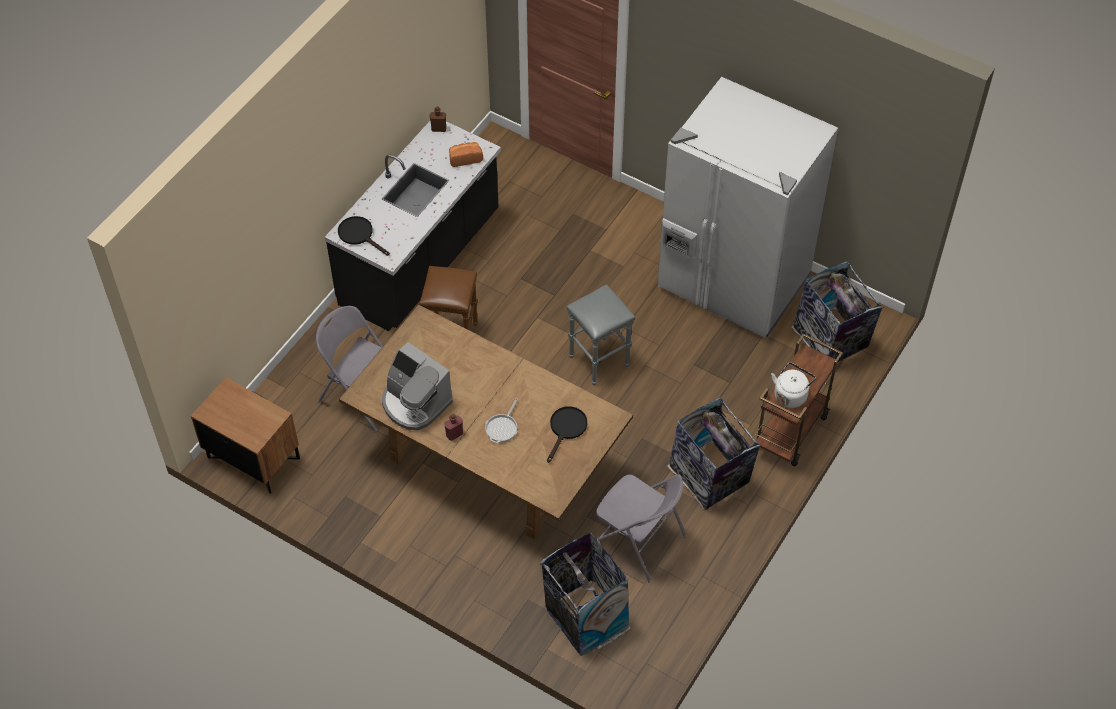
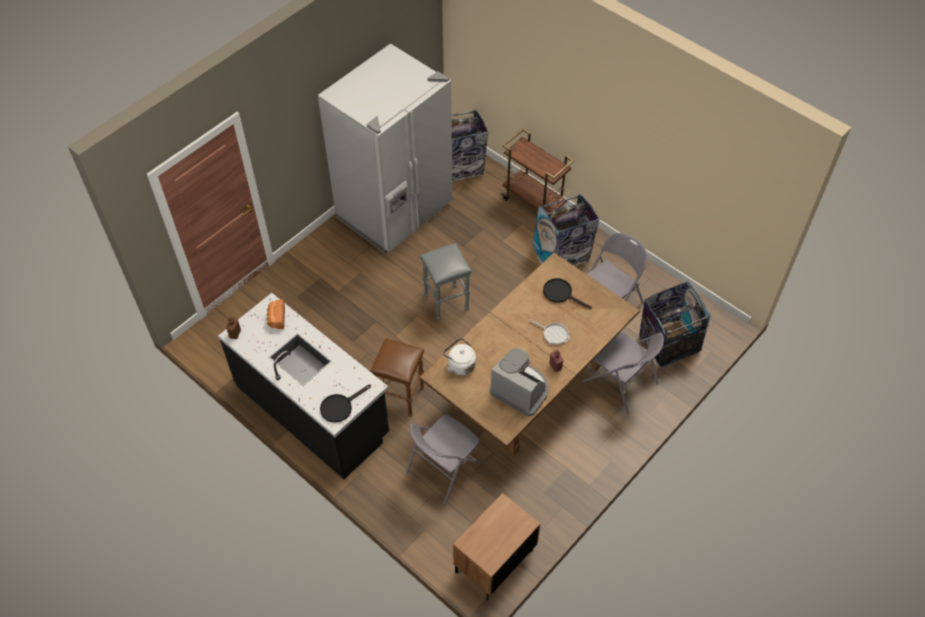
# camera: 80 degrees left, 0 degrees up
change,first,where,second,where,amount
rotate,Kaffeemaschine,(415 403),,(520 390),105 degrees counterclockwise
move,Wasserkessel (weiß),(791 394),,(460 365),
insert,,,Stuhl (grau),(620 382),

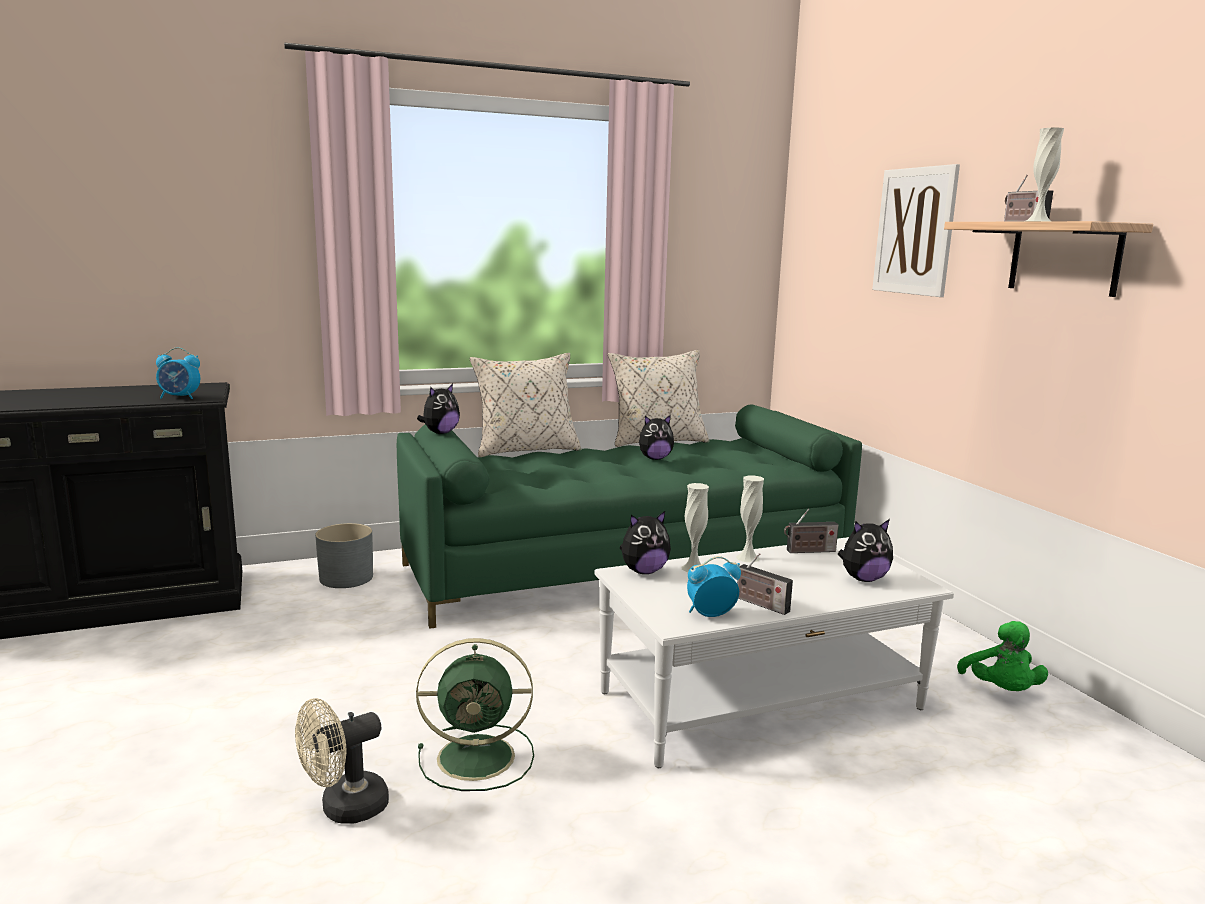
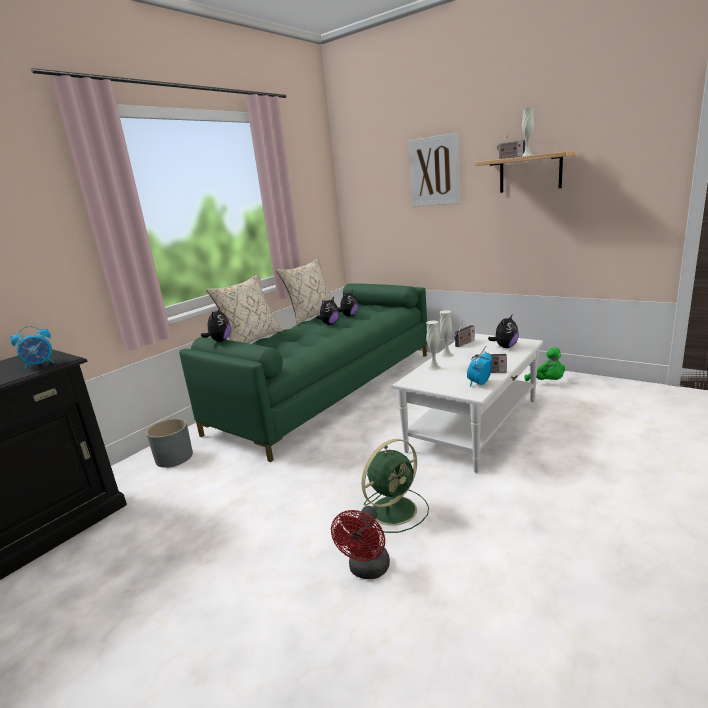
# camera: 30 degrees left, 5 degrees up
change,first,where,second,where,amount
move,Plüschtier,(643 571),,(349 316),
recolor,Ventilator (beige),(344 808),Ventilator (rot),(367 570),

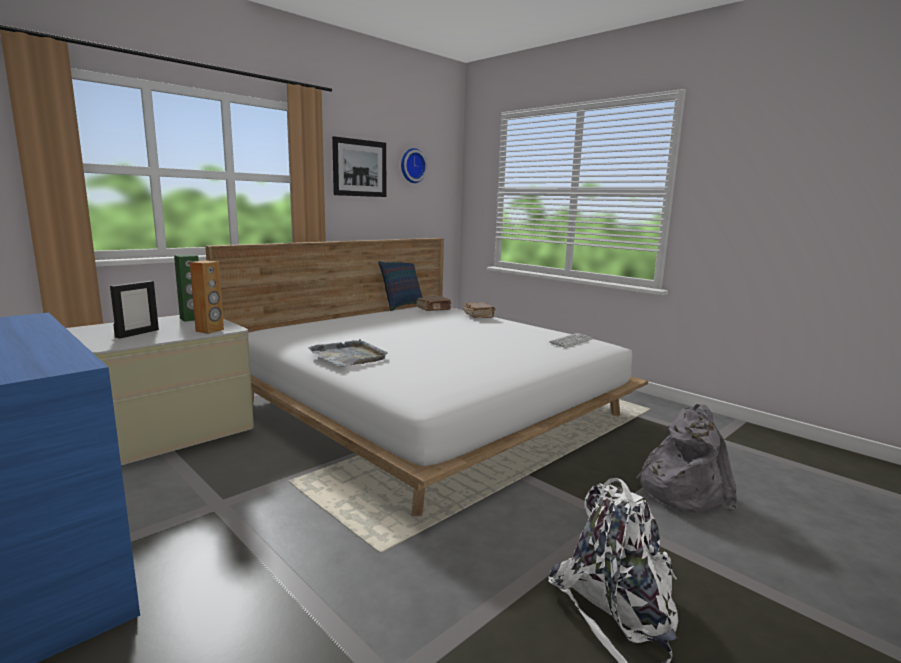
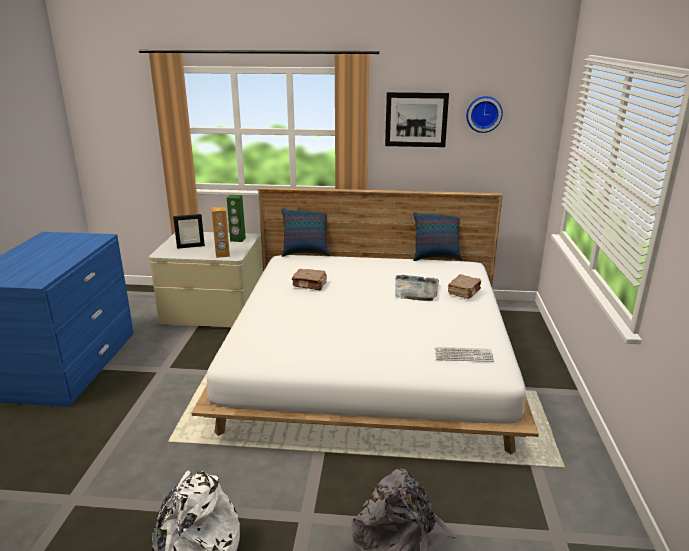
# camera: 50 degrees right, 10 degrees up
change,first,where,second,where,amount
move,Buch (braun),(434 309),,(310 285),
move,Tablett (grau),(349 356),,(416 290),
insert,,,Kissen (blau),(305 253),

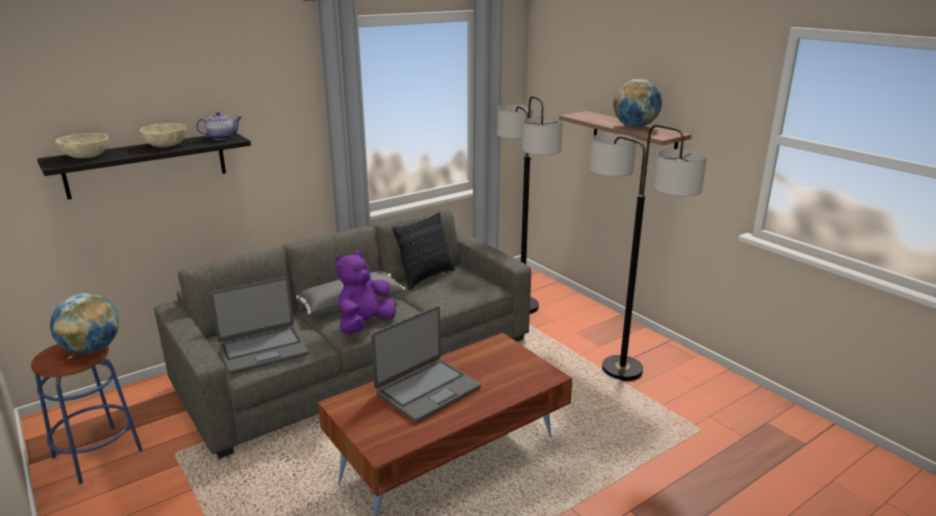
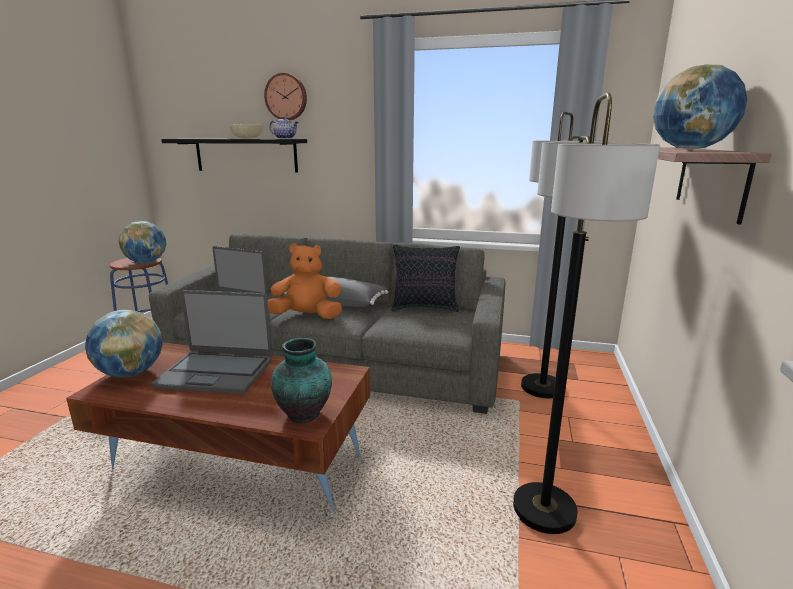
# camera: 50 degrees right, 5 degrees down
change,first,where,second,where,amount
delete,Schüssel (beige),(86 156),,,
recolor,Plüschtier (lila),(365 325),Plüschtier (orange),(307 316),
insert,,,Wanduhr,(286 97),
insert,,,Globus,(131 373),
insert,,,Vase,(305 414),

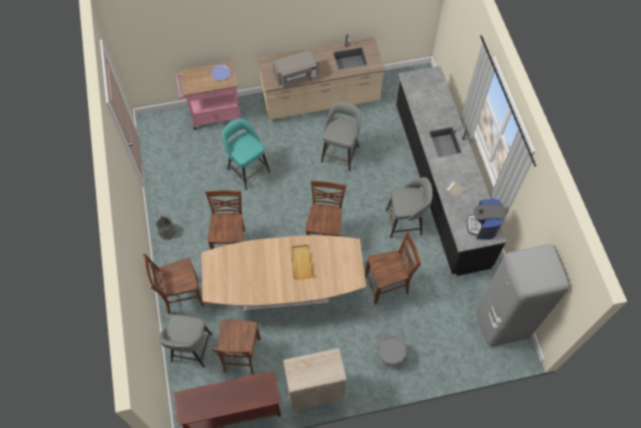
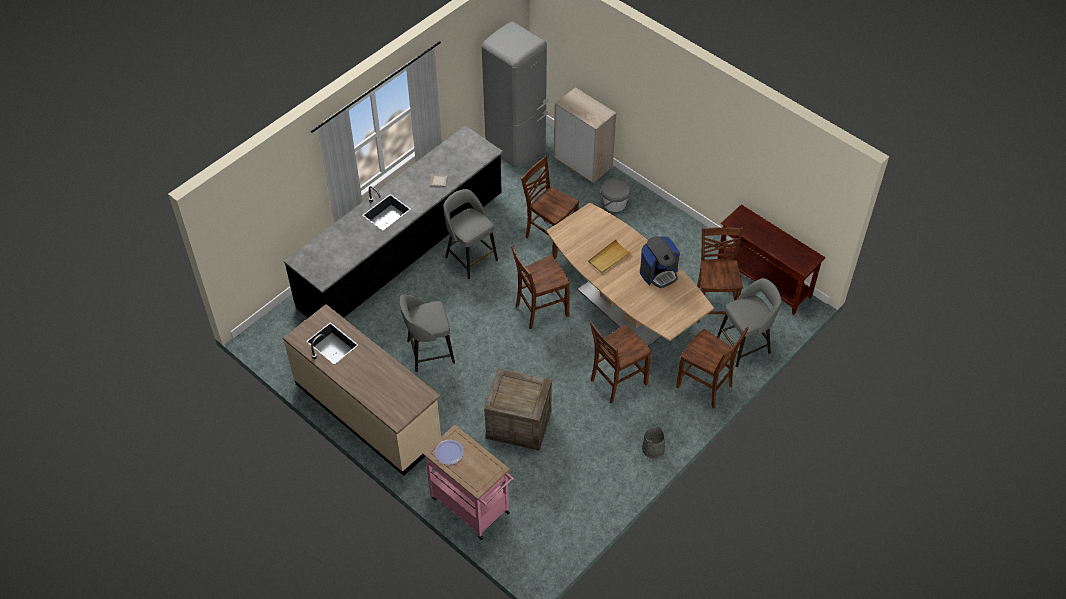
# camera: 125 degrees left, 10 degrees down
change,first,where,second,where,amount
delete,Mikrowelle (grau),(297 76),,,
replace,Hocker (türkis),(247 169),Kiste,(518 424),
move,Kaffeemaschine,(482 226),,(659 273),
rotate,Stuhl (braun),(241 356),,(714 304),60 degrees counterclockwise
move,Schrank (beige),(314 392),,(583 165),

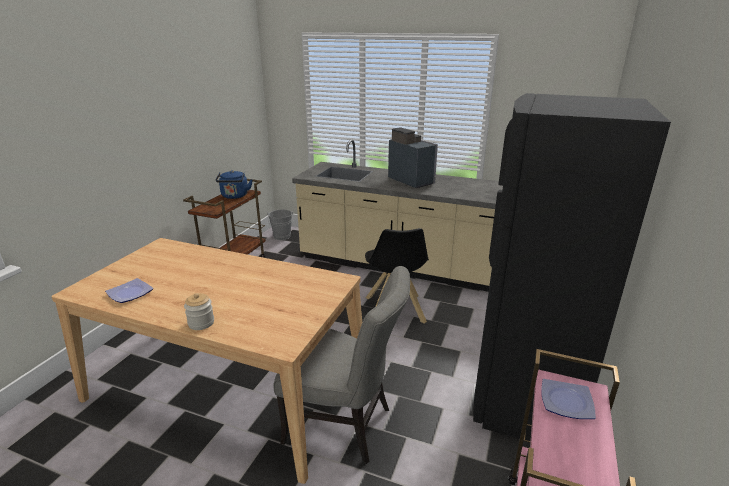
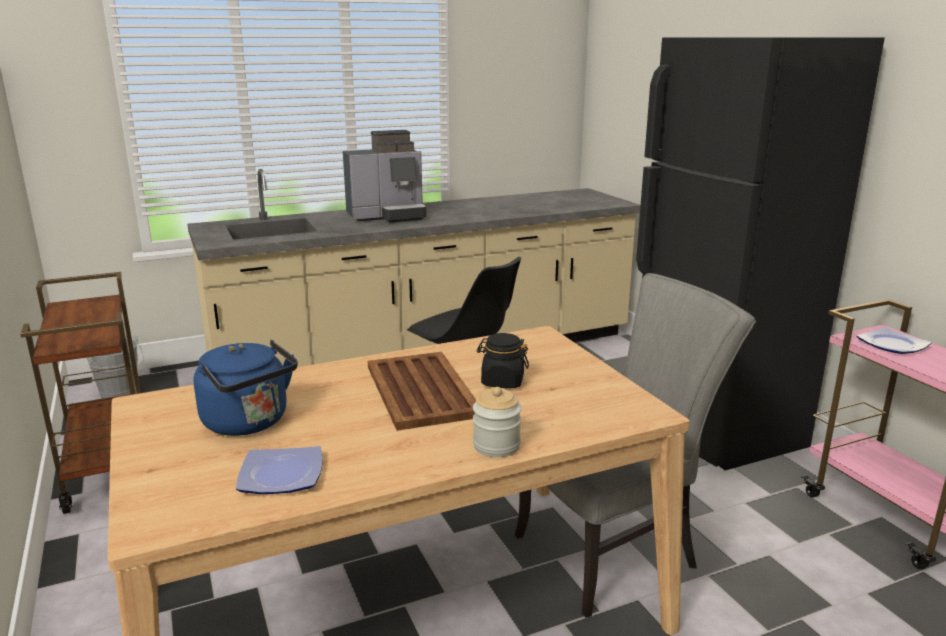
# camera: 45 degrees left, 5 degrees down
change,first,where,second,where,amount
rotate,Kaffeemaschine,(411 180),,(388 216),150 degrees clockwise
move,Wasserkessel (blau),(234 196),,(249 423),
insert,,,Vorratsglas (schwarz),(502 381),
insert,,,Tablett (braun),(421 390),

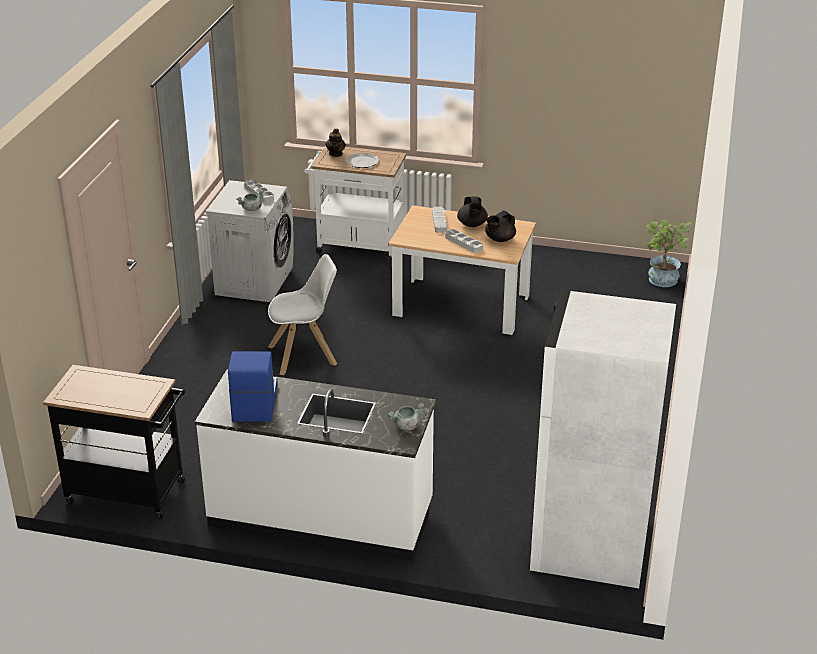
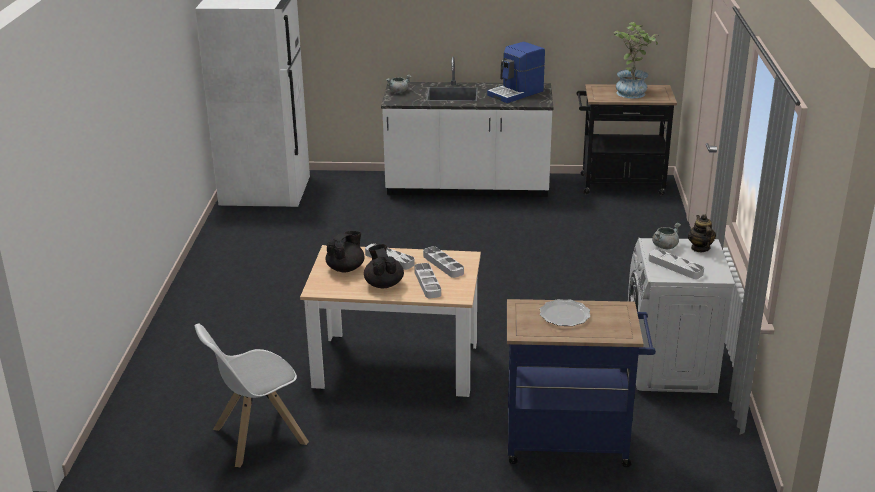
# camera: 170 degrees right, 5 degrees down
change,first,where,second,where,amount
move,Teekanne,(336 154),,(700 248),
recolor,Rollwagen (weiß),(357 246),Rollwagen (blau),(571 444),
move,Topfpflanze,(661 282),,(631 91),
move,Stuhl,(304 355),,(257 437),
rotate,Kaffeemaschine,(254 402),,(516 93),60 degrees clockwise
insert,,,Tablett (grau),(443 264),

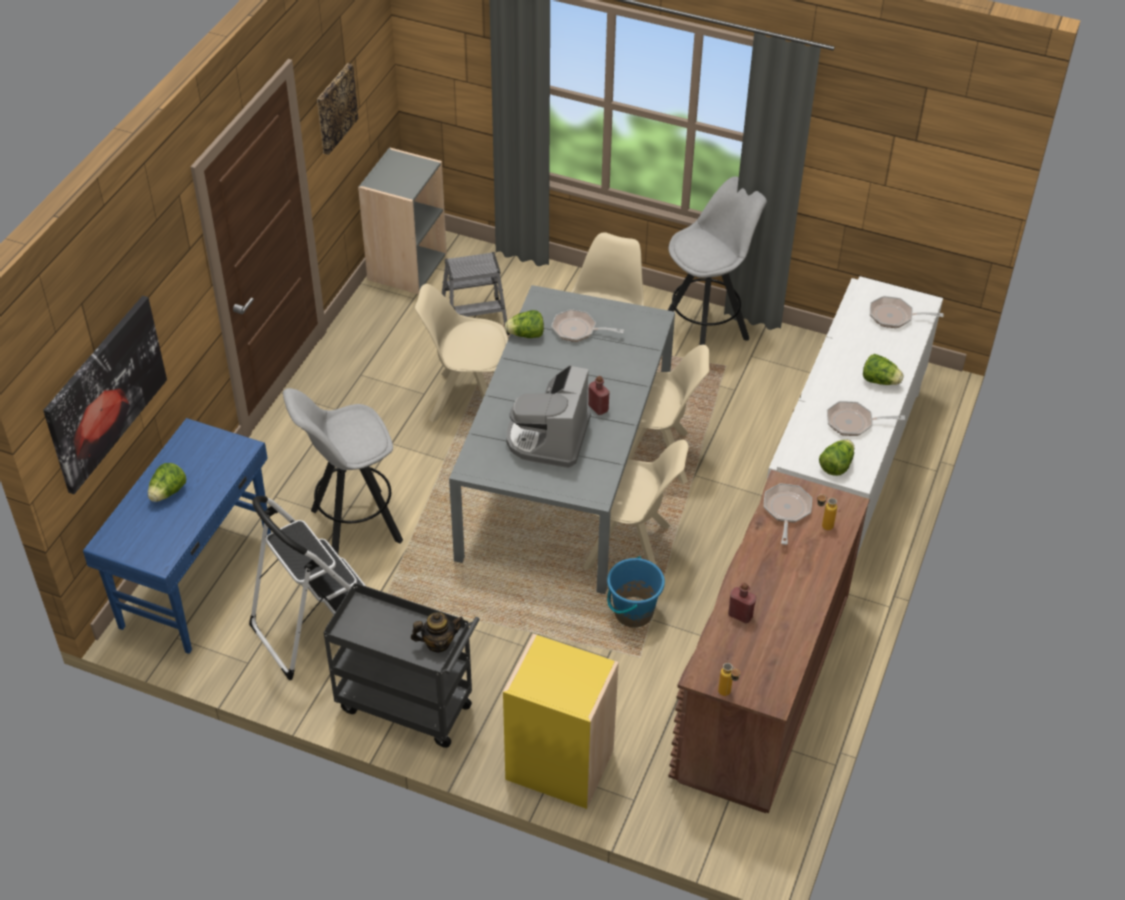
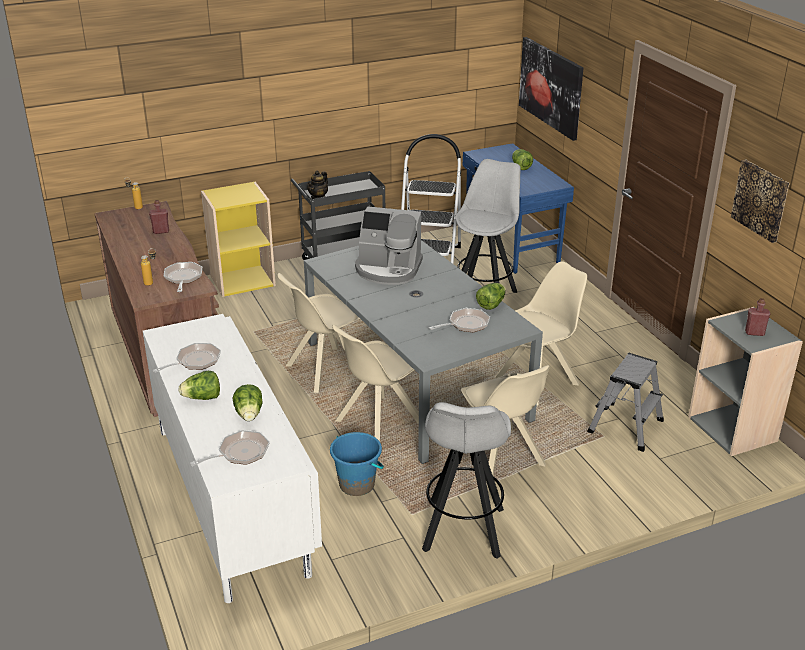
# camera: 135 degrees right, 15 degrees down
change,first,where,second,where,amount
rotate,Kaffeemaschine,(548 437),,(388 269),135 degrees clockwise
move,Flasche (rot),(598 408),,(754 333),
move,Salatkopf,(836 466),,(249 415),
rotate,Pfanne,(786 511),,(183 278),150 degrees counterclockwise
move,Eimer (blau),(633 612),,(357 484),

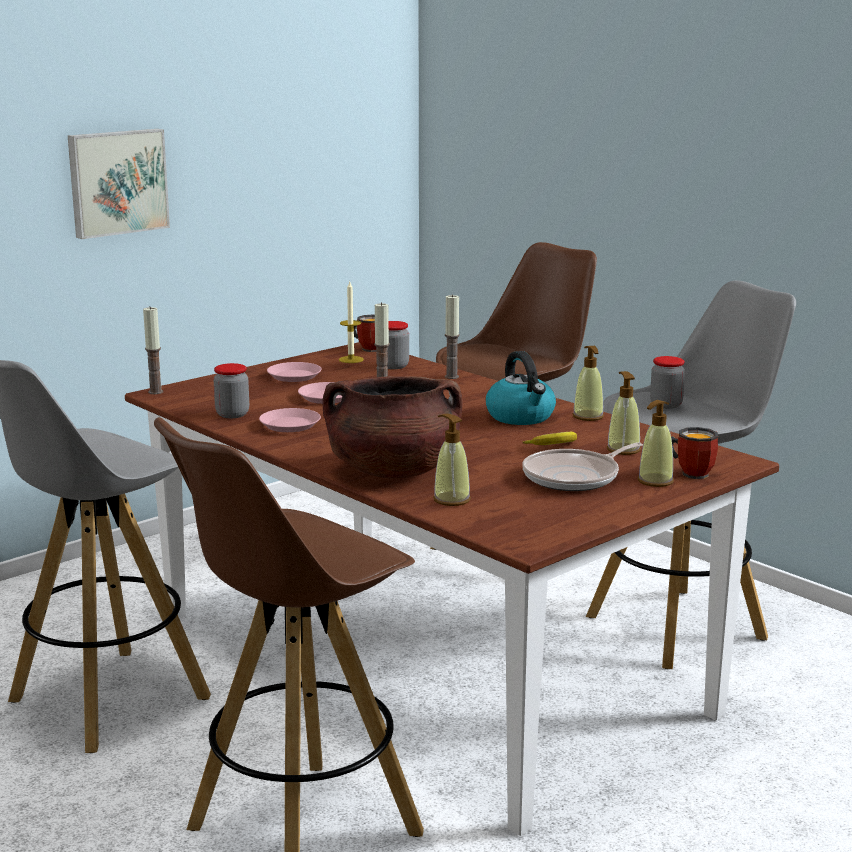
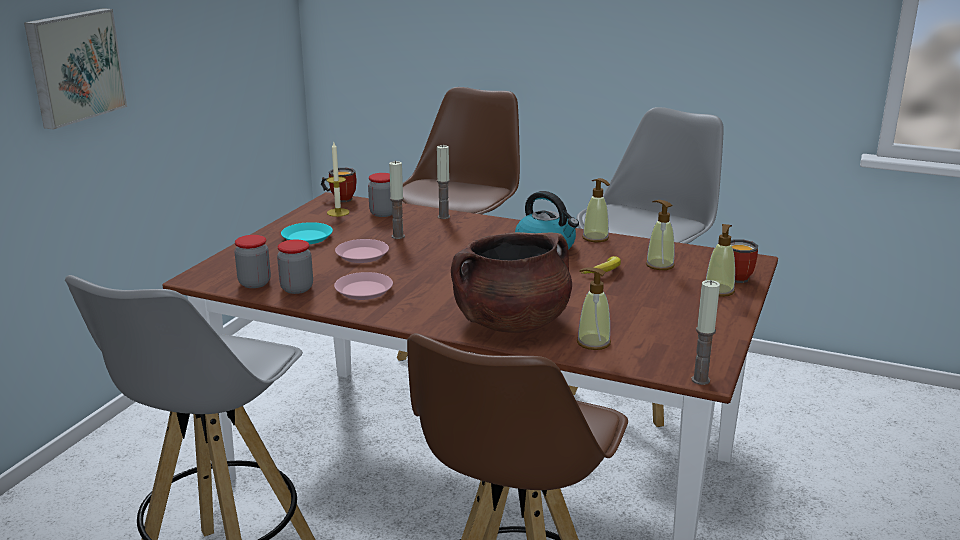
# camera: 25 degrees left, 5 degrees up
change,first,where,second,where,amount
move,Kerze,(155 392),,(700 380),
move,Vorratsglas,(666 405),,(254 283),
recolor,Teller (rosa),(294 376),Teller (türkis),(307 237),
delete,Pfanne,(575 477),,,

